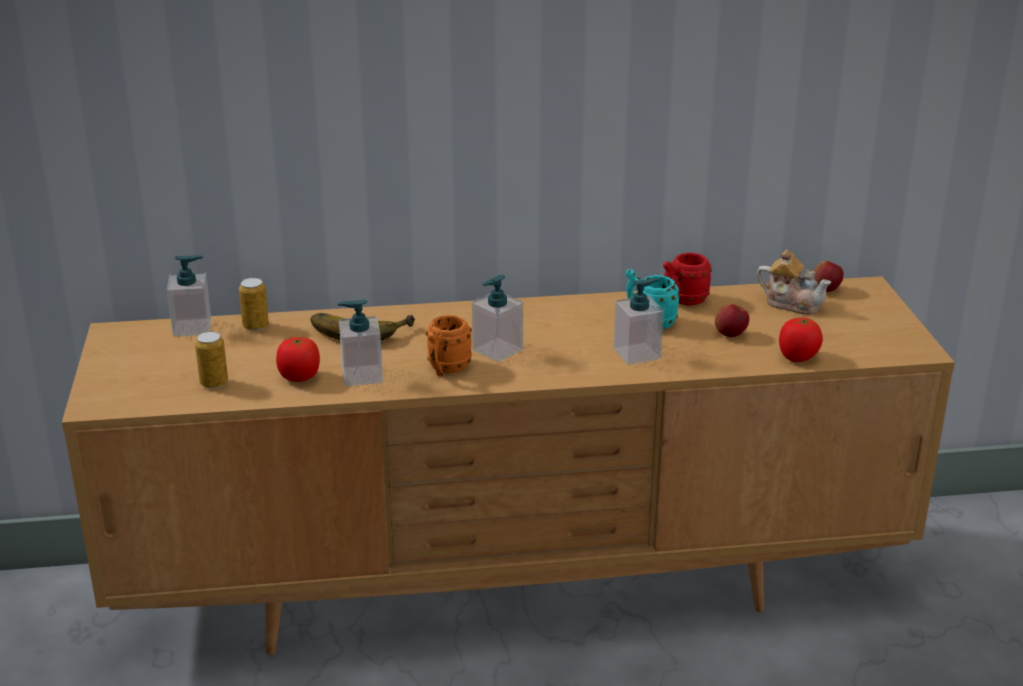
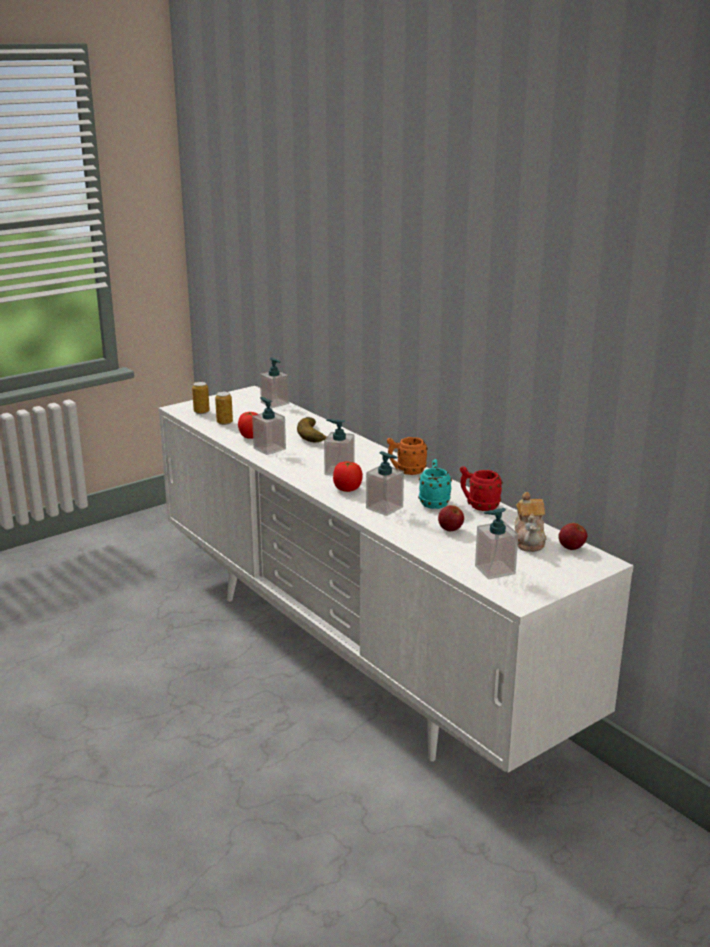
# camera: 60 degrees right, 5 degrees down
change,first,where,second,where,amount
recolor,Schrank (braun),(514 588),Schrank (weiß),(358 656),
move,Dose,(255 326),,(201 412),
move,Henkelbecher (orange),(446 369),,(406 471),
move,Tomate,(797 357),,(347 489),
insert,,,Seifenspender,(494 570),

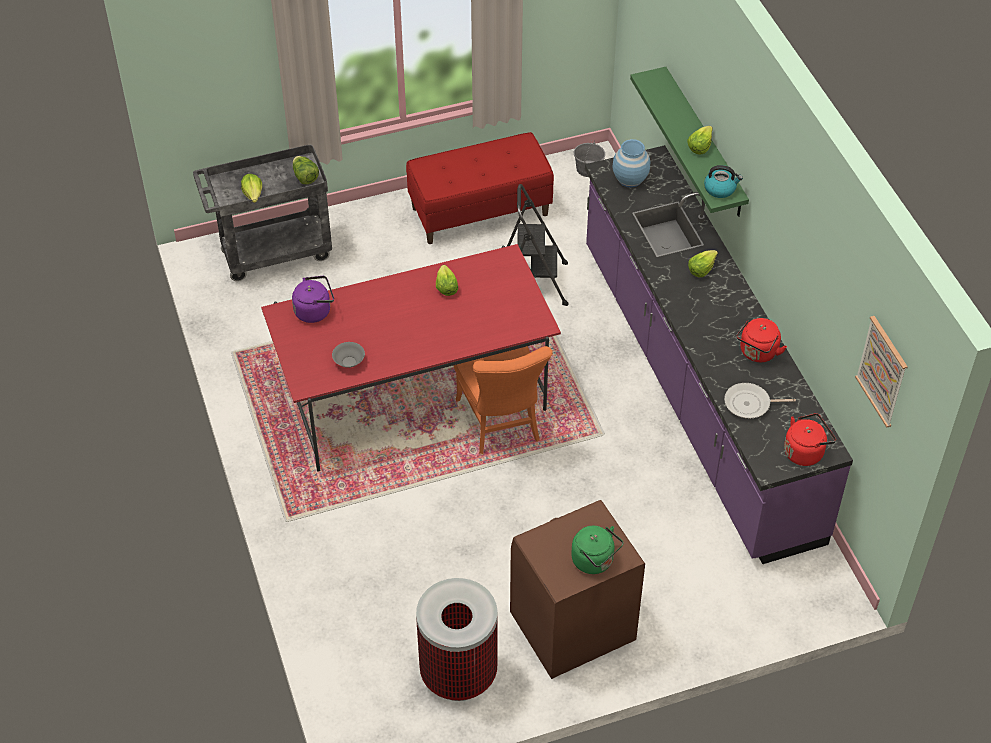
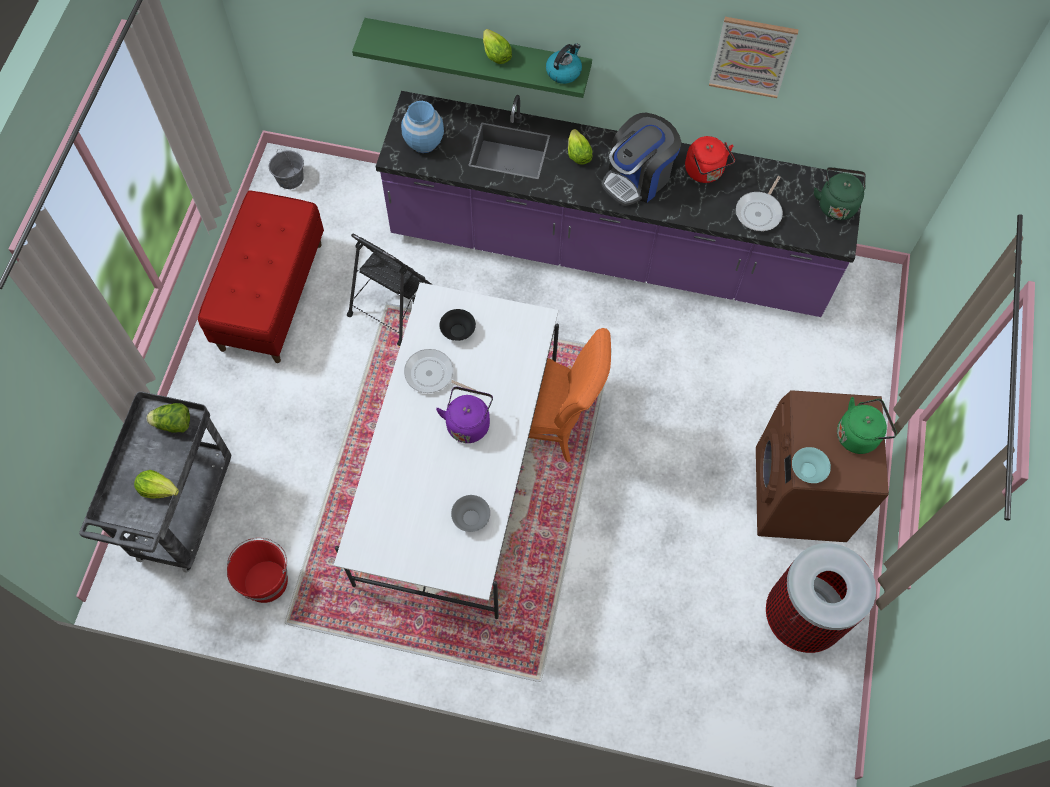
# camera: 60 degrees left, 15 degrees up
change,first,where,second,where,amount
recolor,Esstisch (rot),(414 392),Esstisch (weiß),(457 478),
replace,Salatkopf,(446 287),Pfanne,(432 375),
move,Wasserkessel (lila),(315 311),,(468 423),
move,Bild,(882 371),,(752 56),
recolor,Wasserkessel (rot),(805 451),Wasserkessel (grün),(836 204),
insert,,,Kaffeemaschine,(638 178),
insert,,,Schüssel (schwarz),(457 331),
insert,,,Schüssel (türkis),(808 470),
insert,,,Eimer (rot),(265 580),

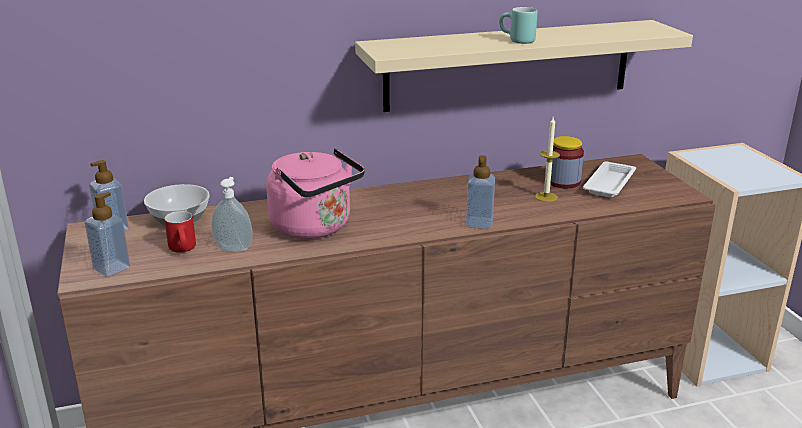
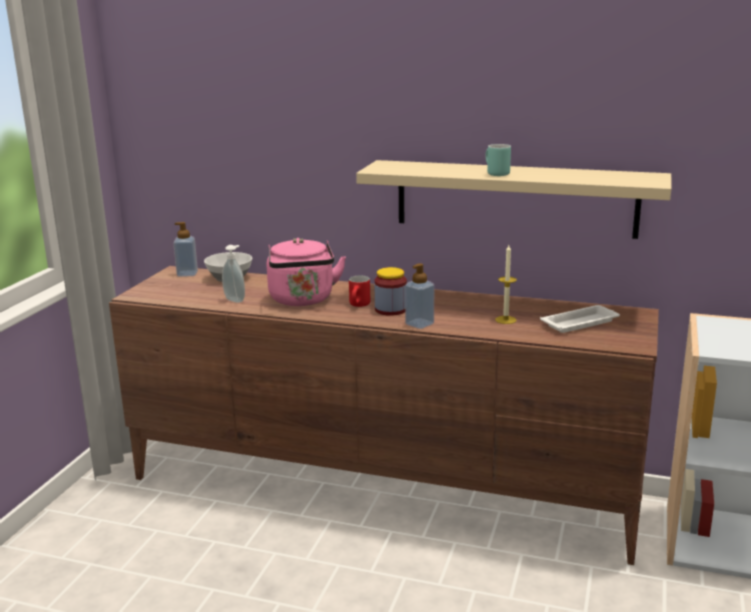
# camera: 35 degrees right, 5 degrees down
change,first,where,second,where,amount
move,Vorratsglas,(563 181),,(390 310),
delete,Seifenspender,(111 268),,,
move,Henkelbecher (rot),(185 250),,(360 306),

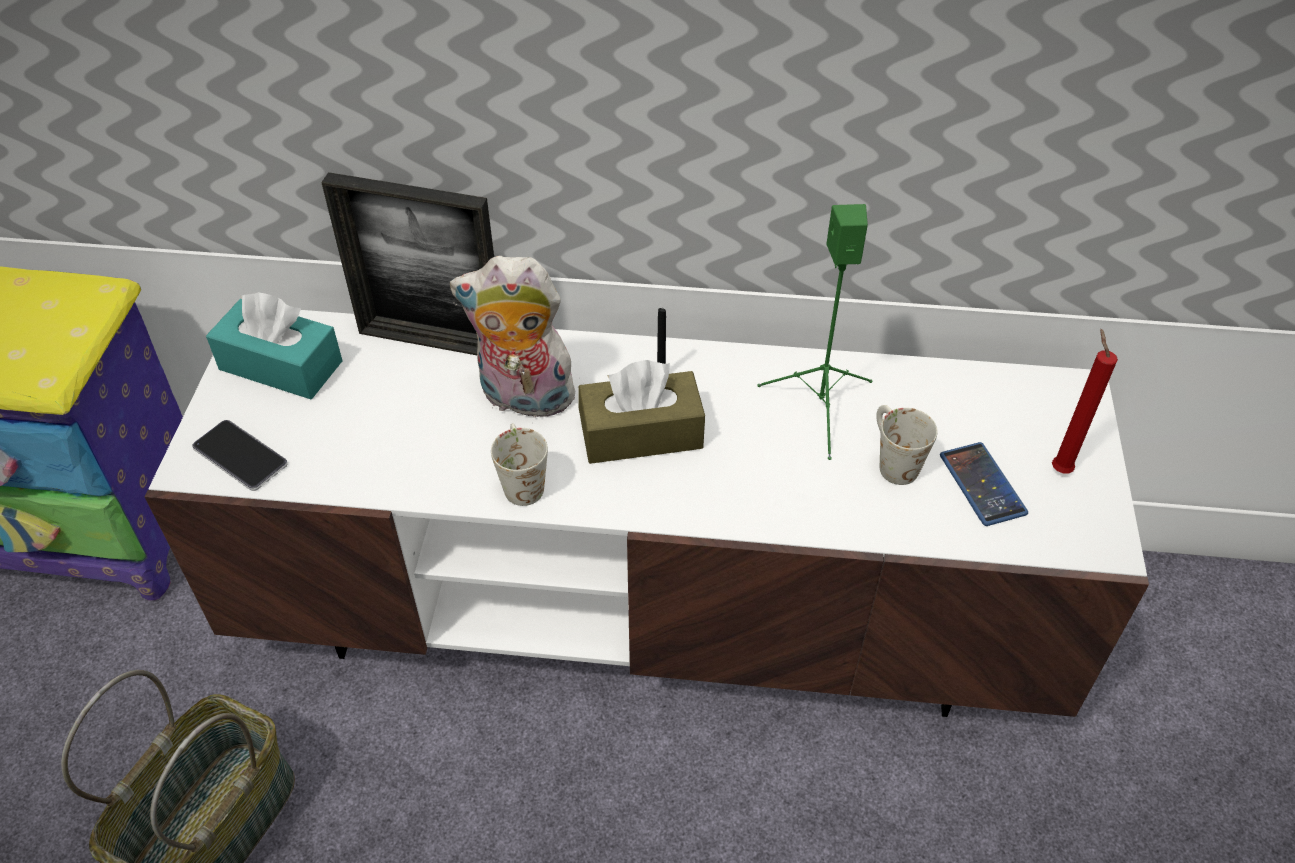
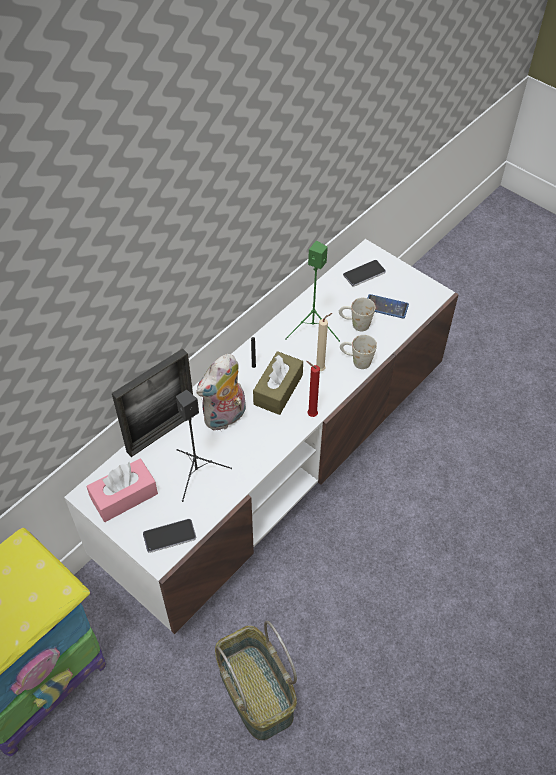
# camera: 55 degrees left, 5 degrees up
change,first,where,second,where,amount
recolor,Taschentuchbox (türkis),(281 365),Taschentuchbox (rosa),(124 496),
move,Kerze (rot),(1059 468),,(310 414),
move,Henkelbecher (weiß),(521 480),,(356 360),
insert,,,Handy,(364 273),
insert,,,Kerze (beige),(321 369),
insert,,,Lautsprecher (schwarz),(197 472),

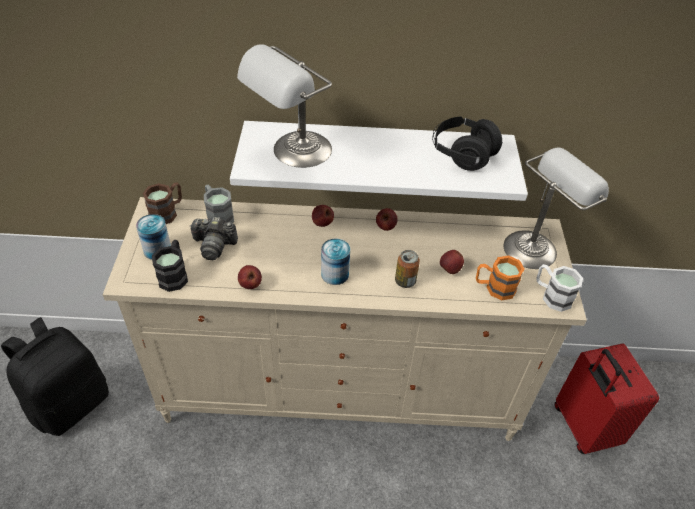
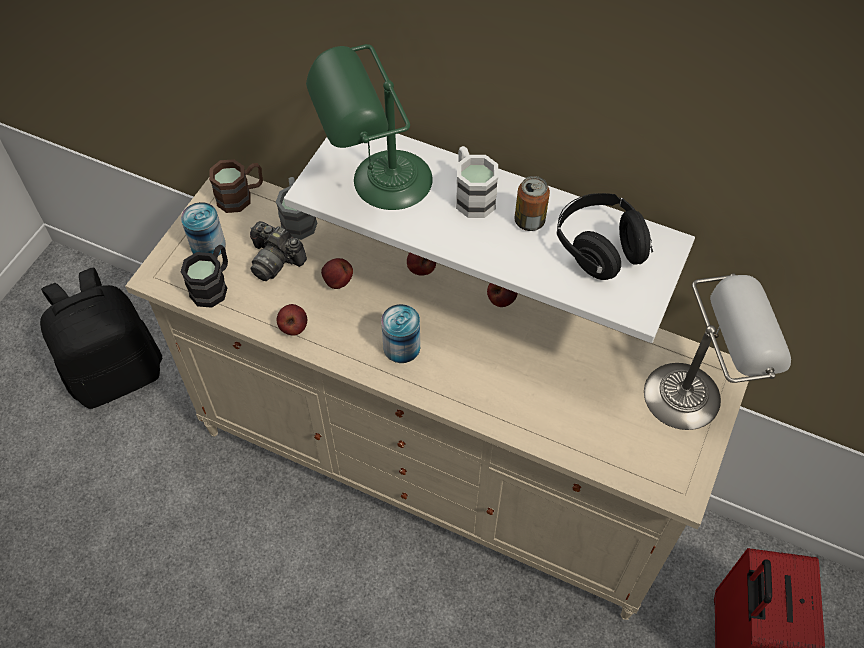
# camera: 25 degrees right, 10 degrees up
change,first,where,second,where,amount
recolor,Tischlampe (weiß),(294 155),Tischlampe (grün),(377 185),
move,Dose,(405 281),,(529 221),
move,Apfel,(450 270),,(338 282),
delete,Henkelbecher (orange),(494 287),,,
move,Henkelbecher (weiß),(551 295),,(472 195),

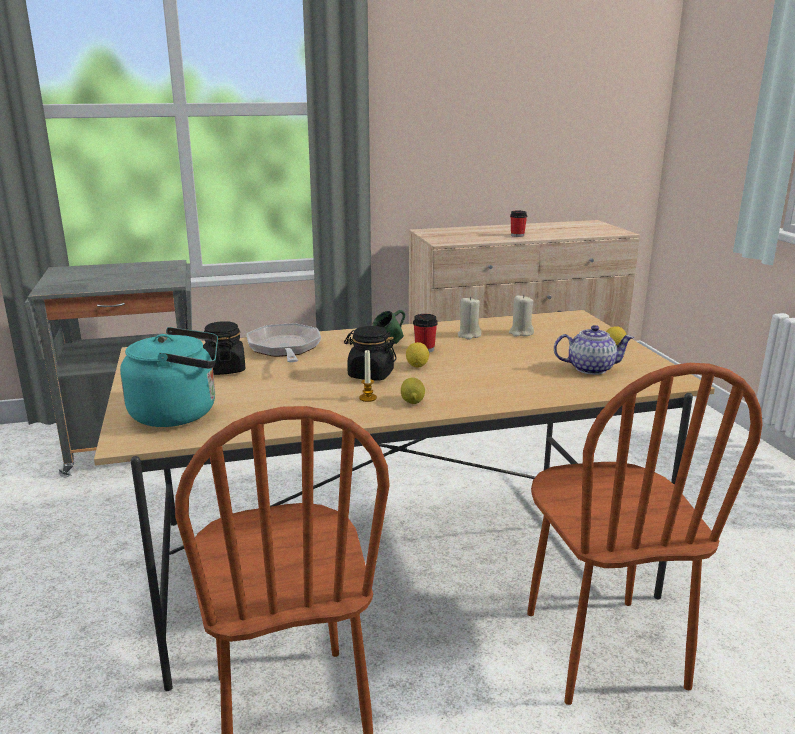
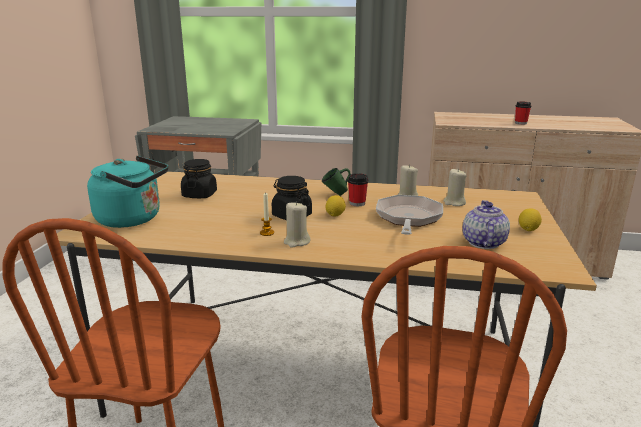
# camera: 25 degrees right, 0 degrees up
change,first,where,second,where,amount
move,Pfanne,(285 349),,(408 218),
rotate,Teekanne,(590 368),,(483 243),105 degrees counterclockwise
replace,Zitrone,(412 401),Kerze (beige),(296 242),

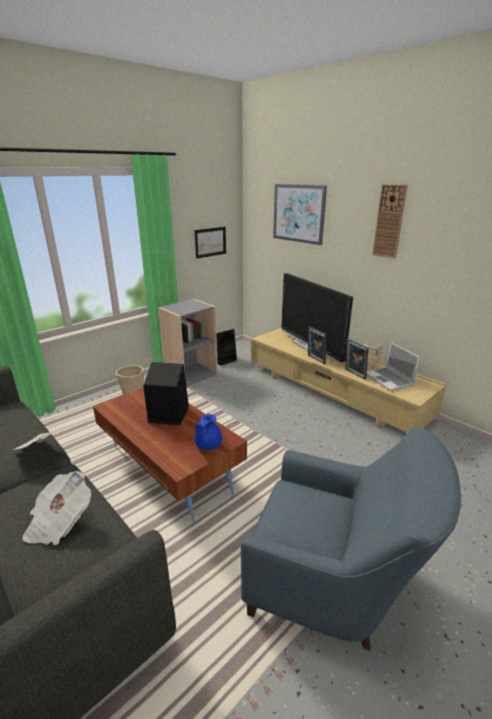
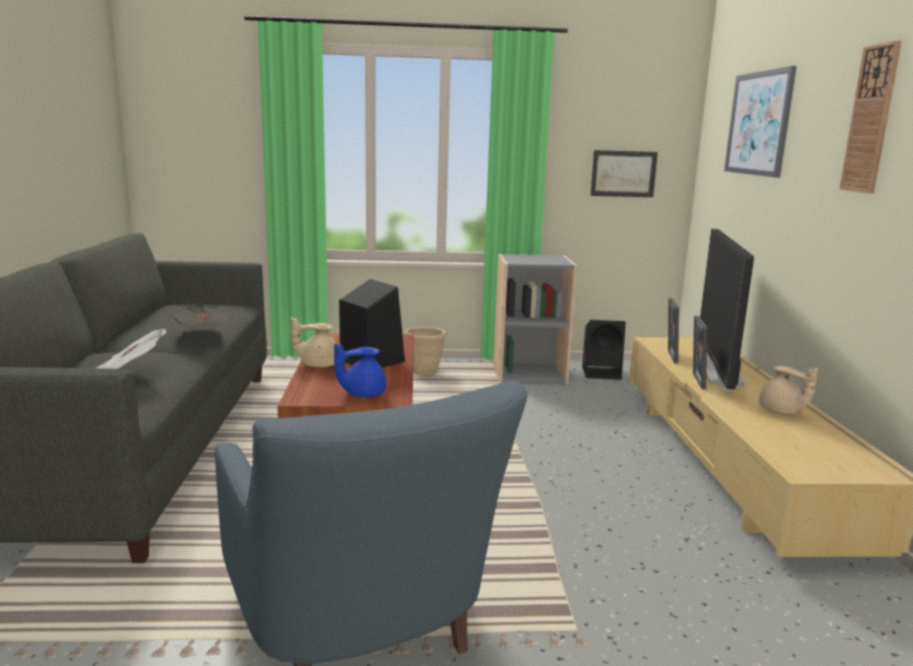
# camera: 40 degrees right, 10 degrees down
change,first,where,second,where,amount
move,Bilderrahmen,(354 374),,(670 357),
delete,Laptop,(389 380),,,
insert,,,Teekanne (beige),(318 364),

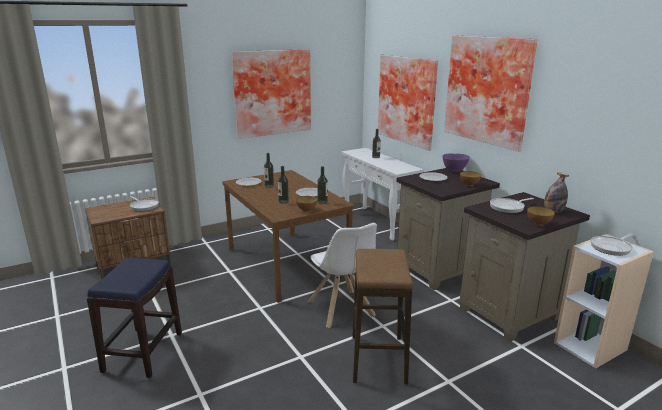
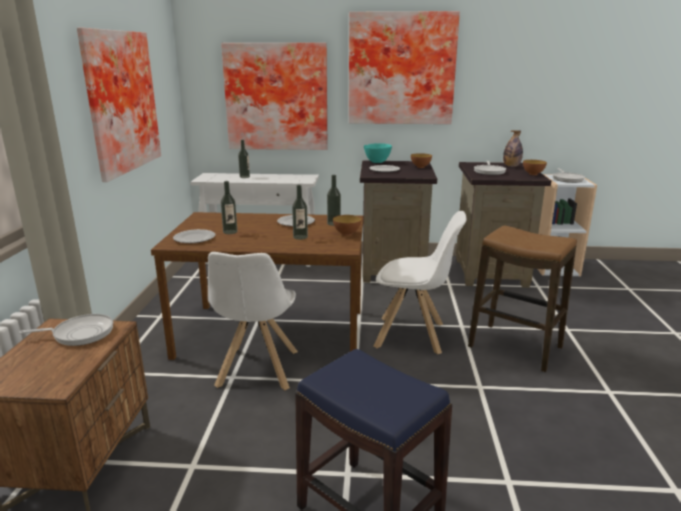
# camera: 55 degrees left, 0 degrees up
change,first,where,second,where,amount
recolor,Schüssel (lila),(454 171),Schüssel (türkis),(377 162),
insert,,,Stuhl (weiß),(257 371),

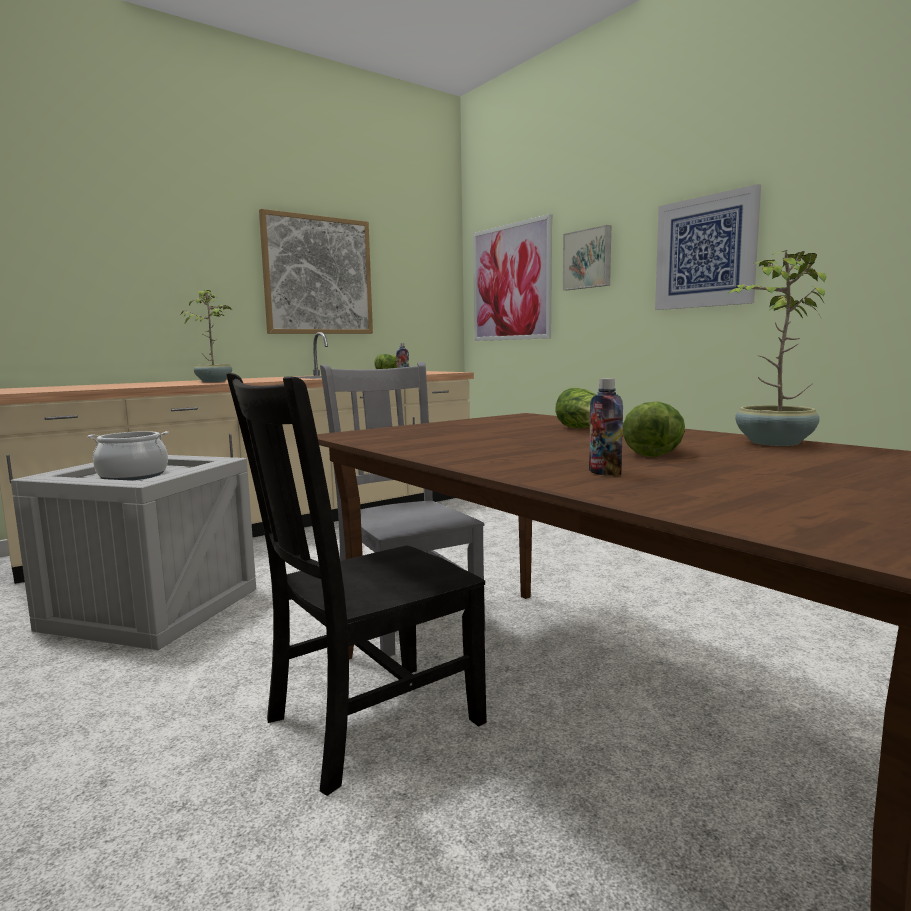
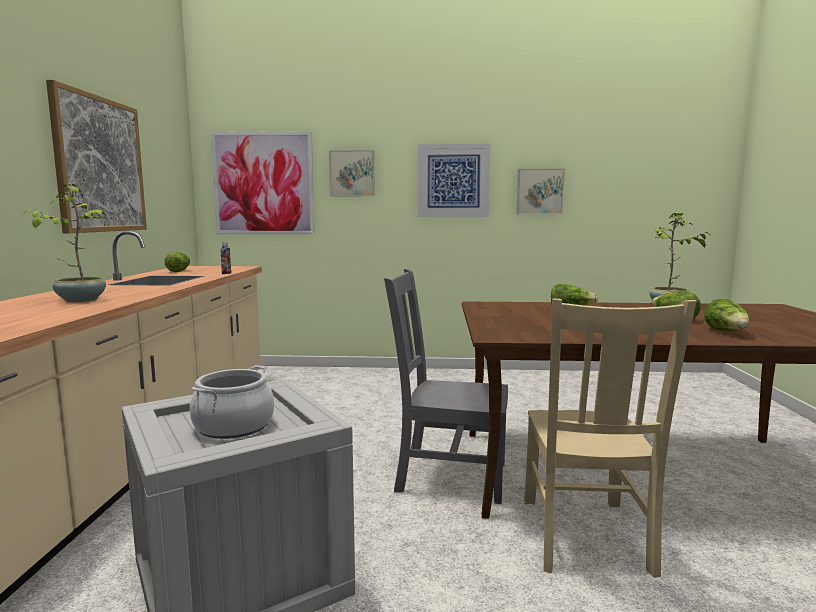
# camera: 50 degrees left, 0 degrees up
change,first,where,second,where,amount
recolor,Stuhl (schwarz),(367 723),Stuhl (beige),(585 537),
replace,Flasche,(604 473),Salatkopf,(727 332),
insert,,,Bild,(539 192),

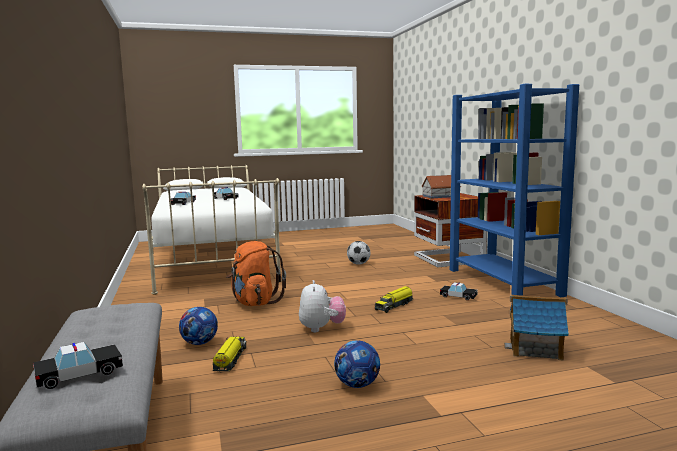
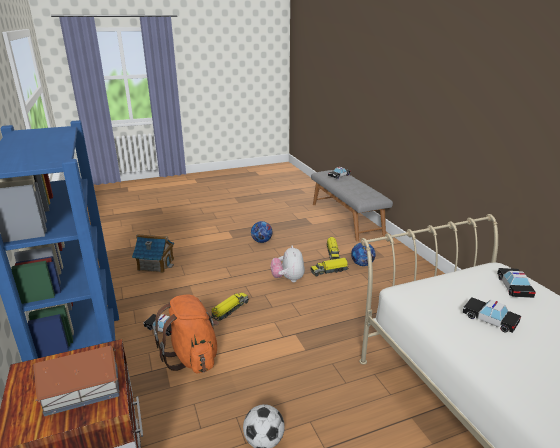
# camera: 175 degrees right, 15 degrees up
change,first,where,second,where,amount
move,Rucksack (orange),(254 303),,(193 357),
insert,,,Spielzeuglaster,(329 271),

